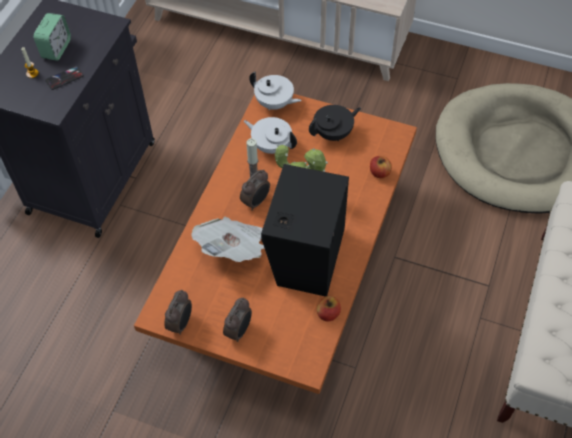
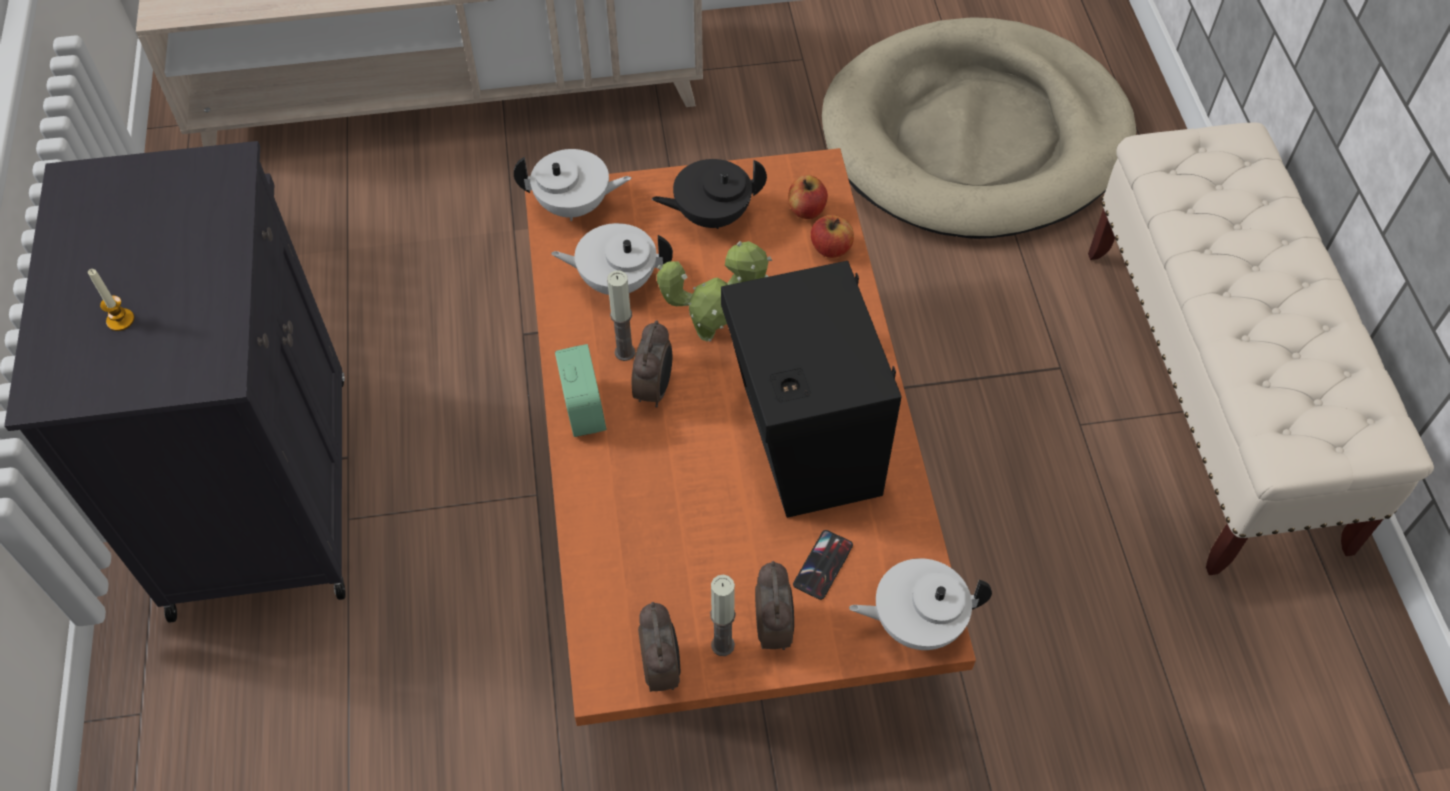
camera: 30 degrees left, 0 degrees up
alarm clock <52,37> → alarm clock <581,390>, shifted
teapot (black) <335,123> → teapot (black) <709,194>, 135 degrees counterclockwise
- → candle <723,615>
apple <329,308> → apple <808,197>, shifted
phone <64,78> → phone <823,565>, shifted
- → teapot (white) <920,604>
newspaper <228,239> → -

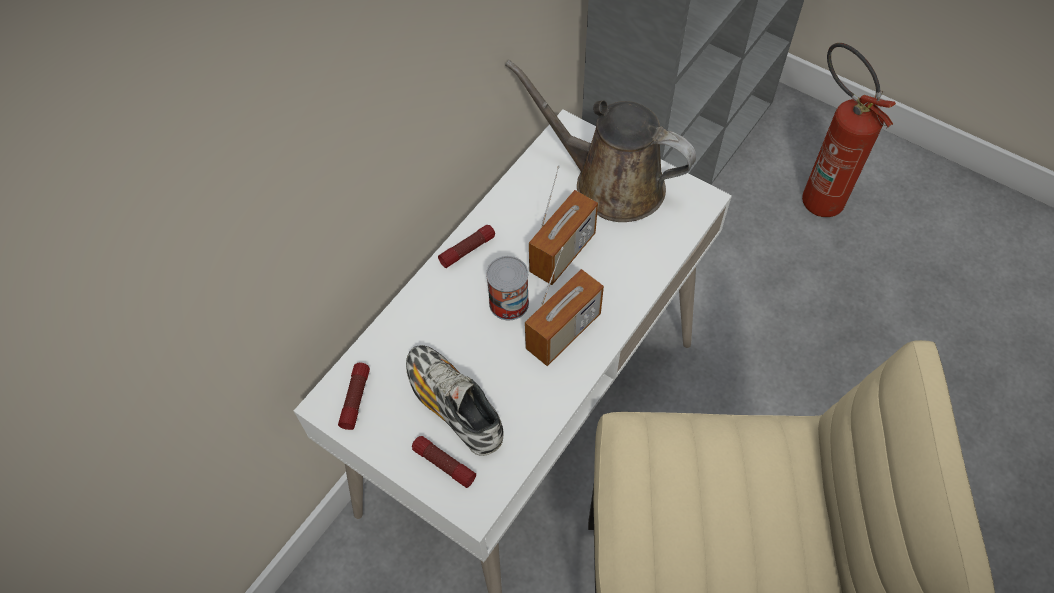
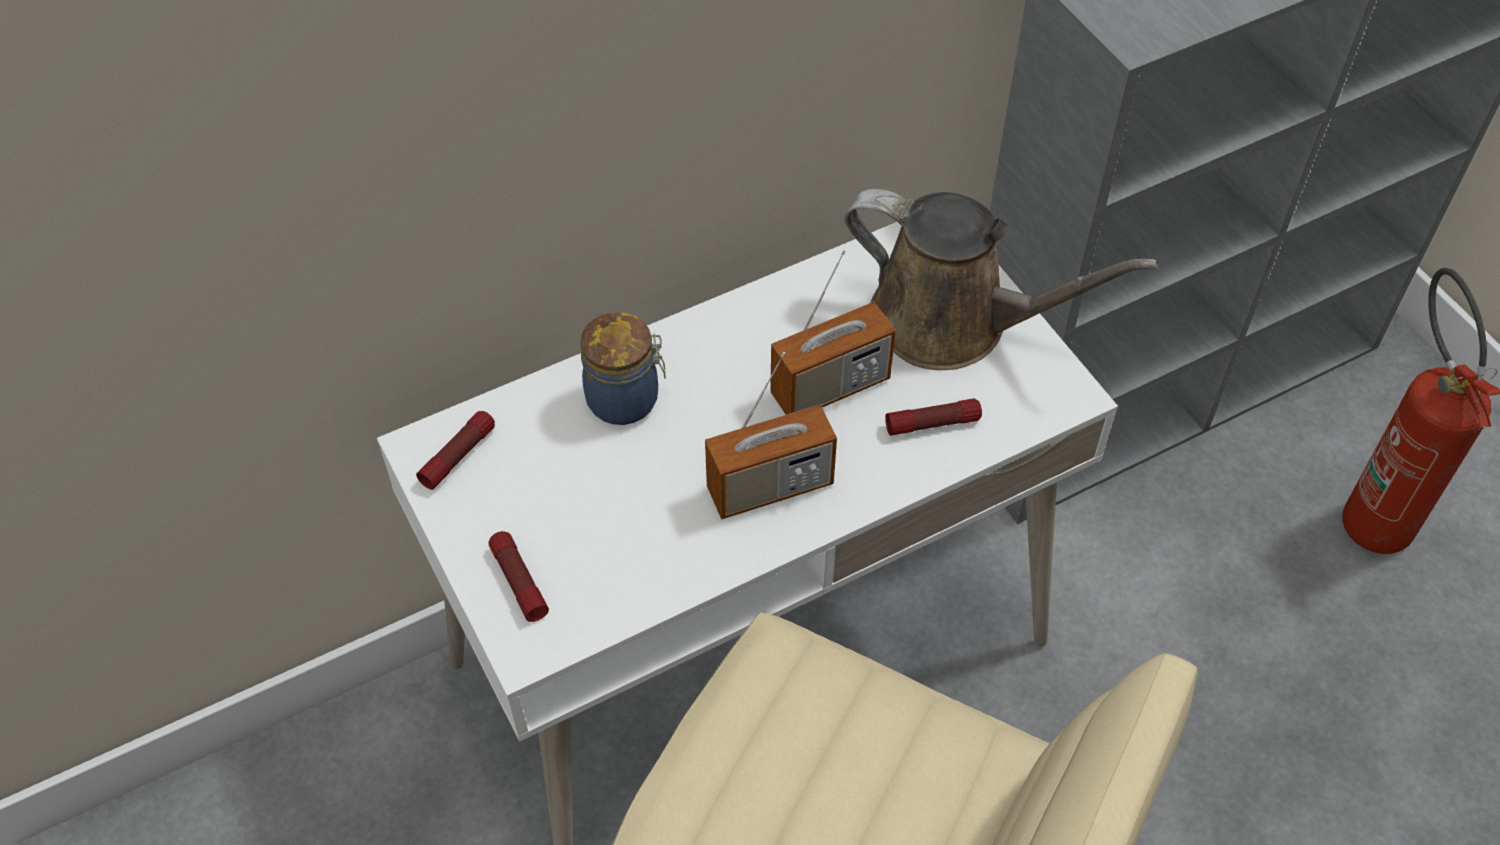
camera: 25 degrees right, 5 degrees down
- → jar <623,368>
watering can (brown) <600,141> → watering can (brown) <1001,279>, 150 degrees clockwise
flashlight <466,246> → flashlight <933,417>, shifted
shoe <455,400> → -
can <507,288> → -

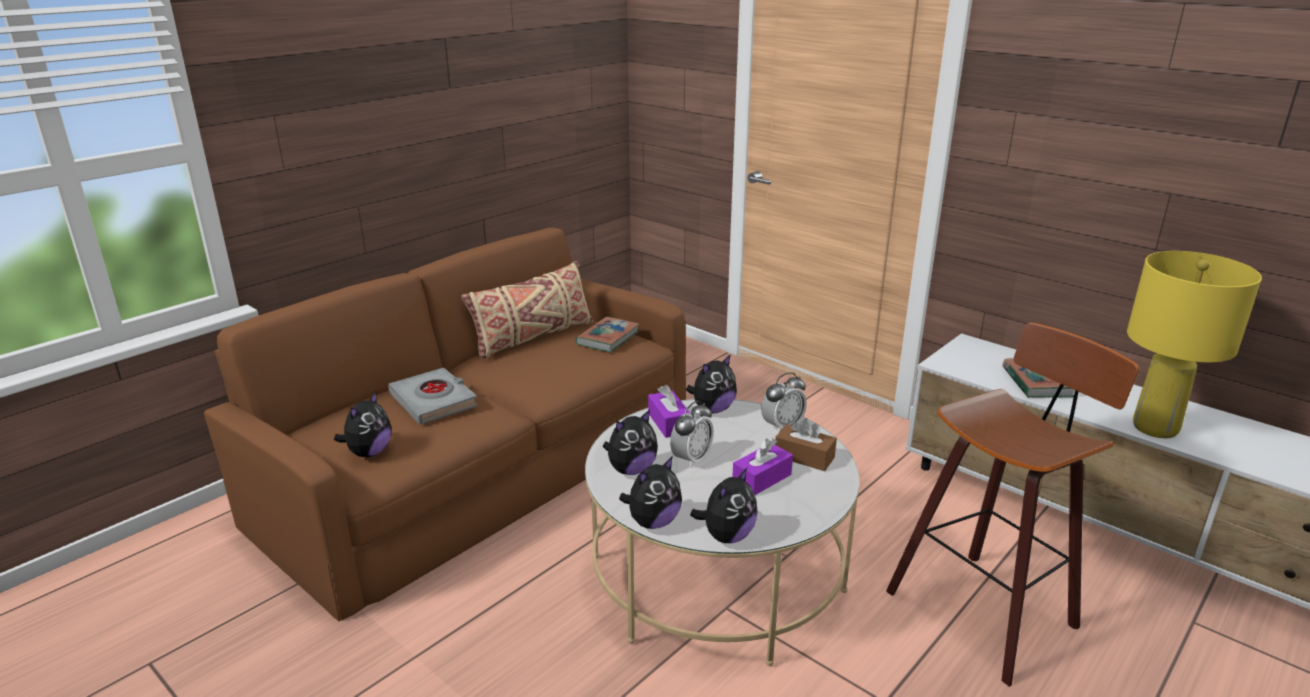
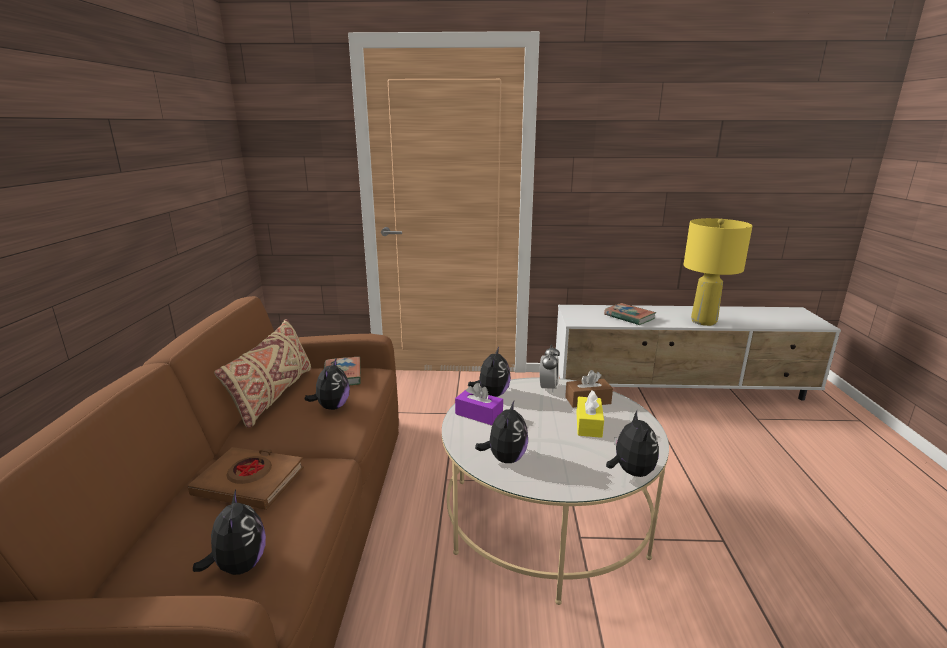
camera: 40 degrees left, 5 degrees down
book (grey) <433,396> → book (brown) <246,478>
plush toy <650,492> → plush toy <327,383>, shifted
tissue box (purple) <762,466> → tissue box (yellow) <590,414>
alarm clock <692,434> → -
stool <1012,505> → -

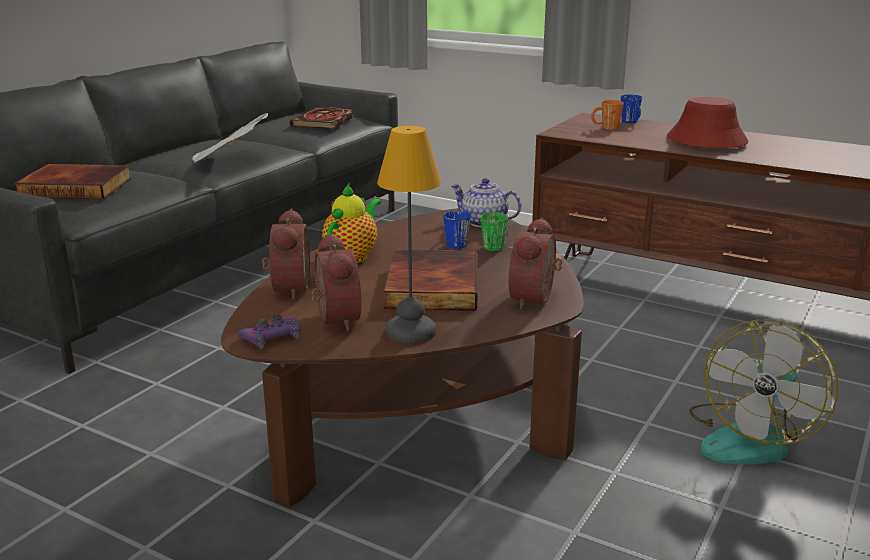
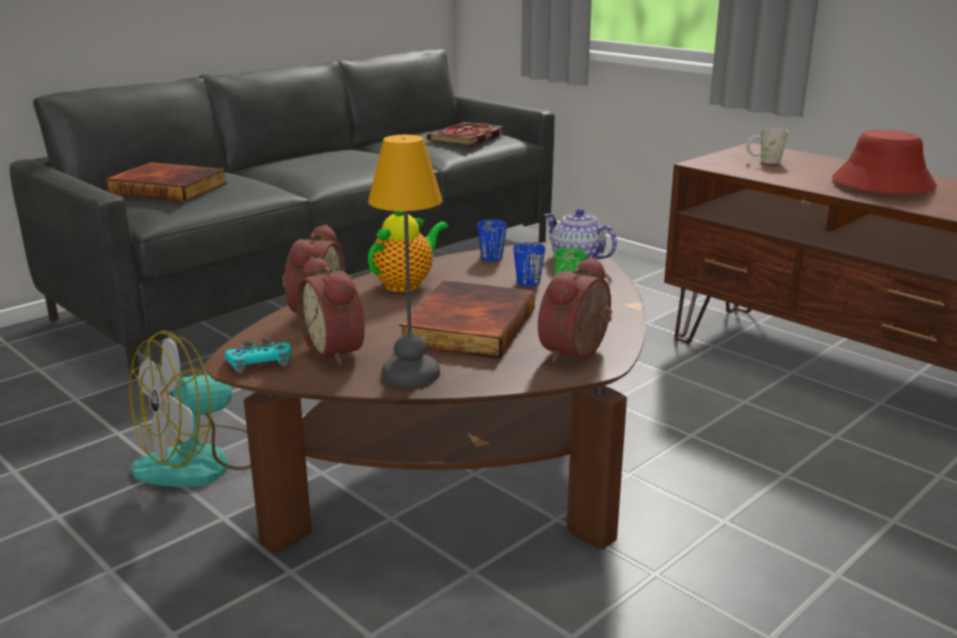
camera: 15 degrees right, 0 degrees up
fan <763,392> → fan <190,408>, shifted
game controller (purple) <270,332> → game controller (turquoise) <258,355>
alarm clock <336,282> → alarm clock <331,310>, 150 degrees clockwise
mug (blue) <631,109> → mug (blue) <492,240>, shifted
mug (orange) <607,115> → mug (white) <767,146>
newspaper <230,138> → -

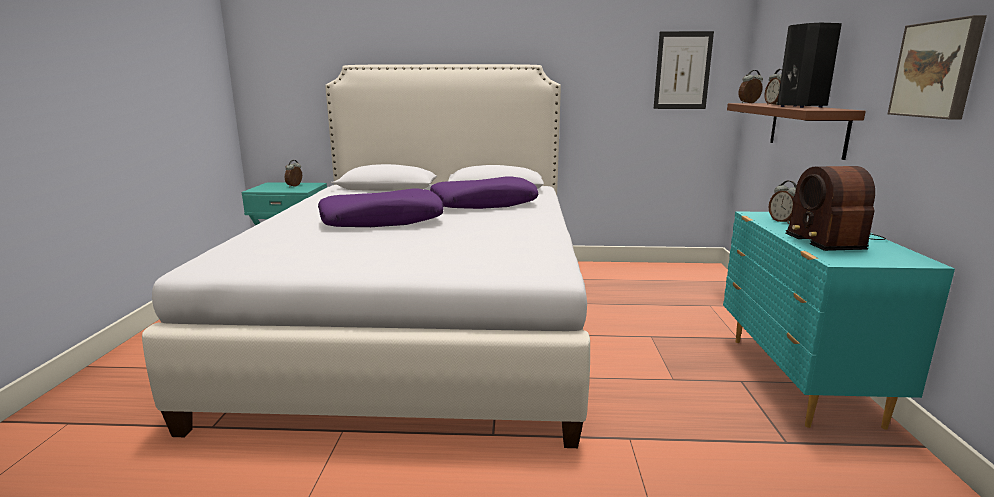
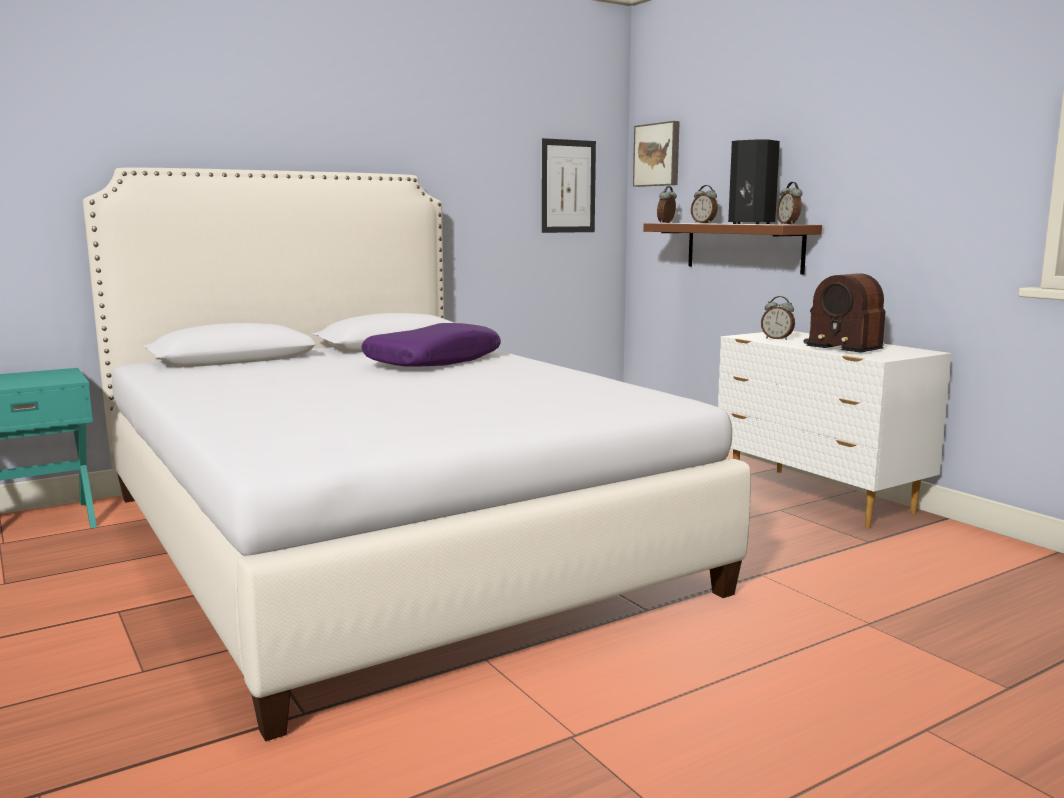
camera: 35 degrees left, 5 degrees down
picture <937,67> → picture <656,154>, shifted
dresser (turquoise) <839,320> → dresser (white) <835,429>
alarm clock <293,173> → alarm clock <789,203>, shifted
pillow (purple) <381,208> → -

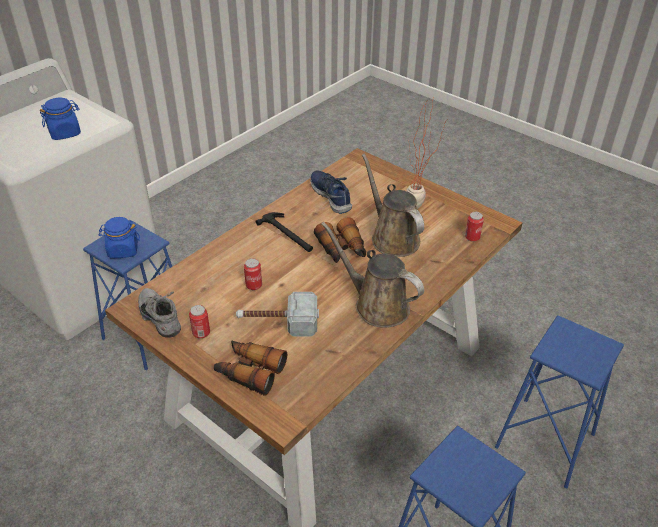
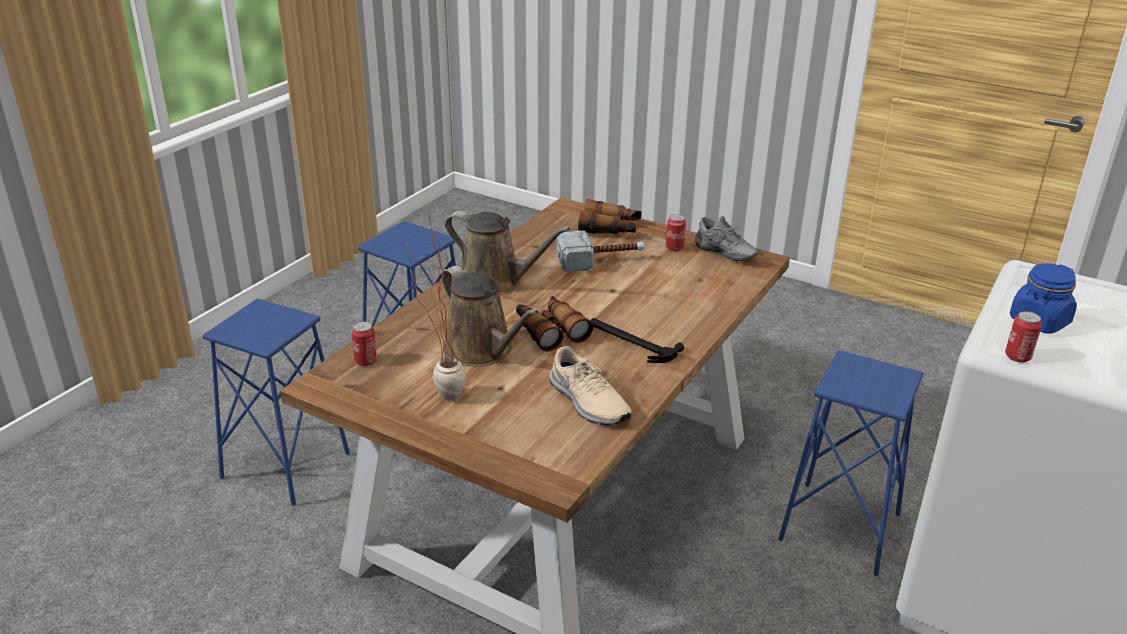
camera: 170 degrees right, 10 degrees down
shoe (blue) <331,192> → shoe (beige) <590,385>
can <253,274> → can <1023,337>, shifted
jar (blue) <119,238> → -

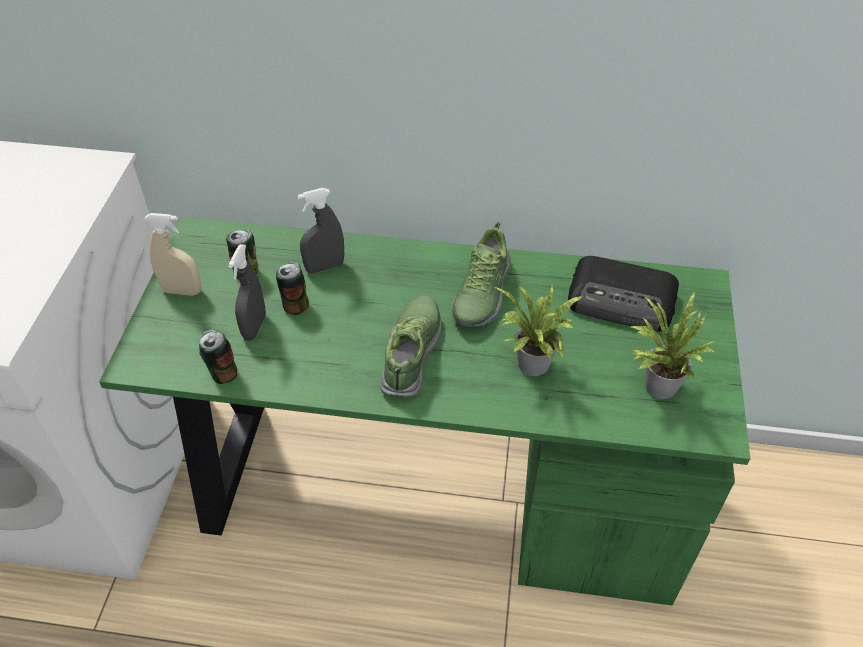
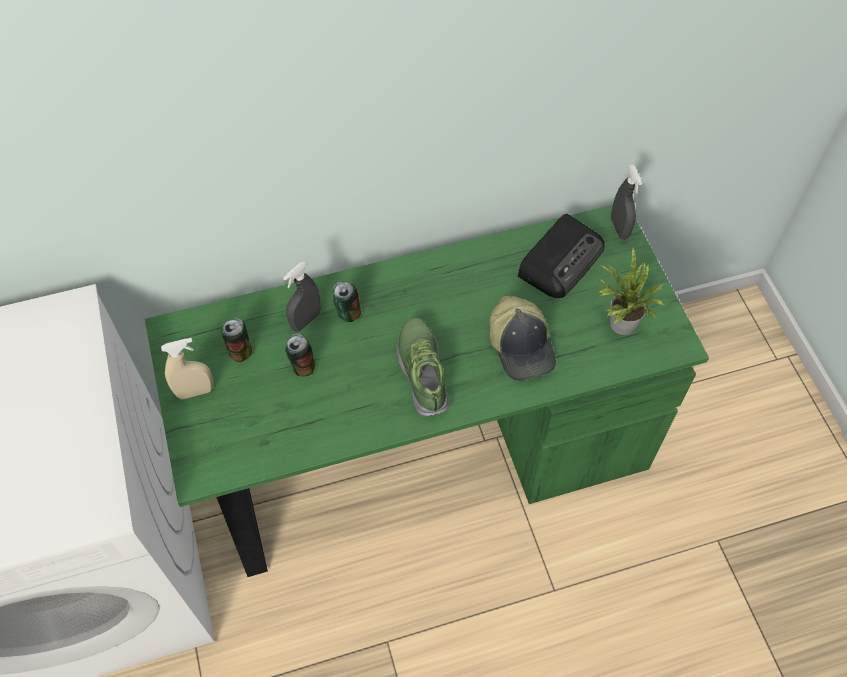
camera: 25 degrees left, 10 degrees up
can <218,356> → can <347,301>, shifted
potted plant <539,330> → cap <522,338>
radio <623,294> → radio <561,256>, 45 degrees counterclockwise
spray bottle (grey) <247,292> → spray bottle (grey) <626,202>, shifted
shoe <481,274> → -

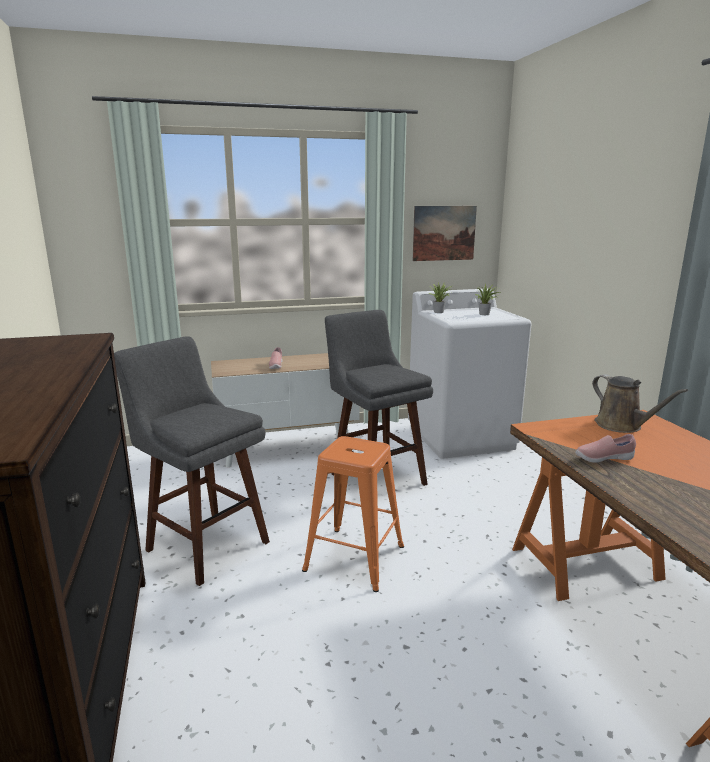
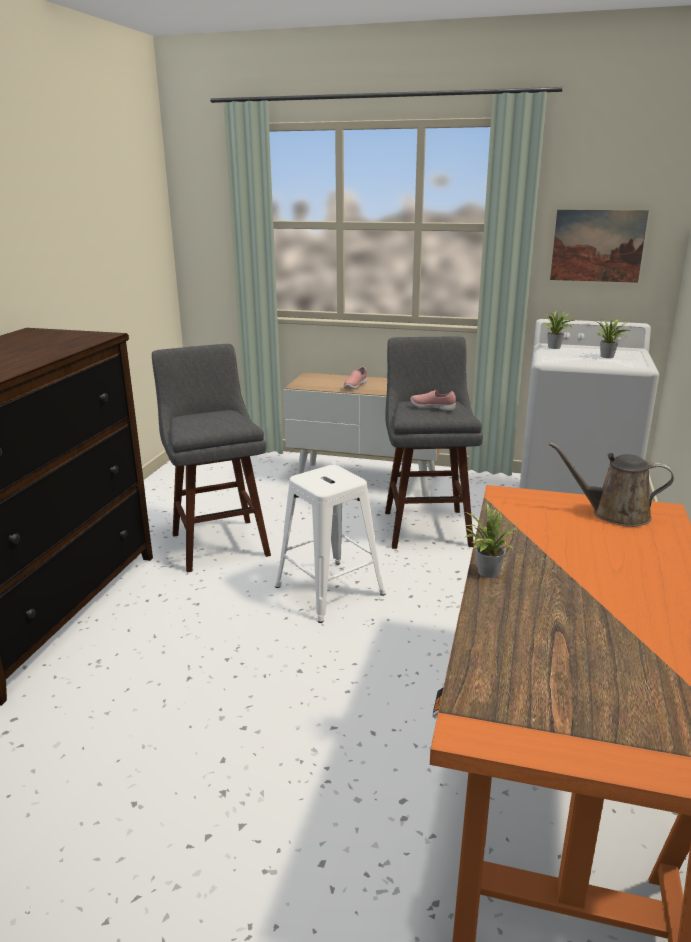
camera: 30 degrees right, 5 degrees up
stool (orange) <353,514> → stool (white) <330,544>
shoe (pink) <605,448> → shoe (pink) <433,400>, shifted
- → potted plant <489,541>
watering can (brown) <640,403> → watering can (brown) <611,484>, 105 degrees clockwise

